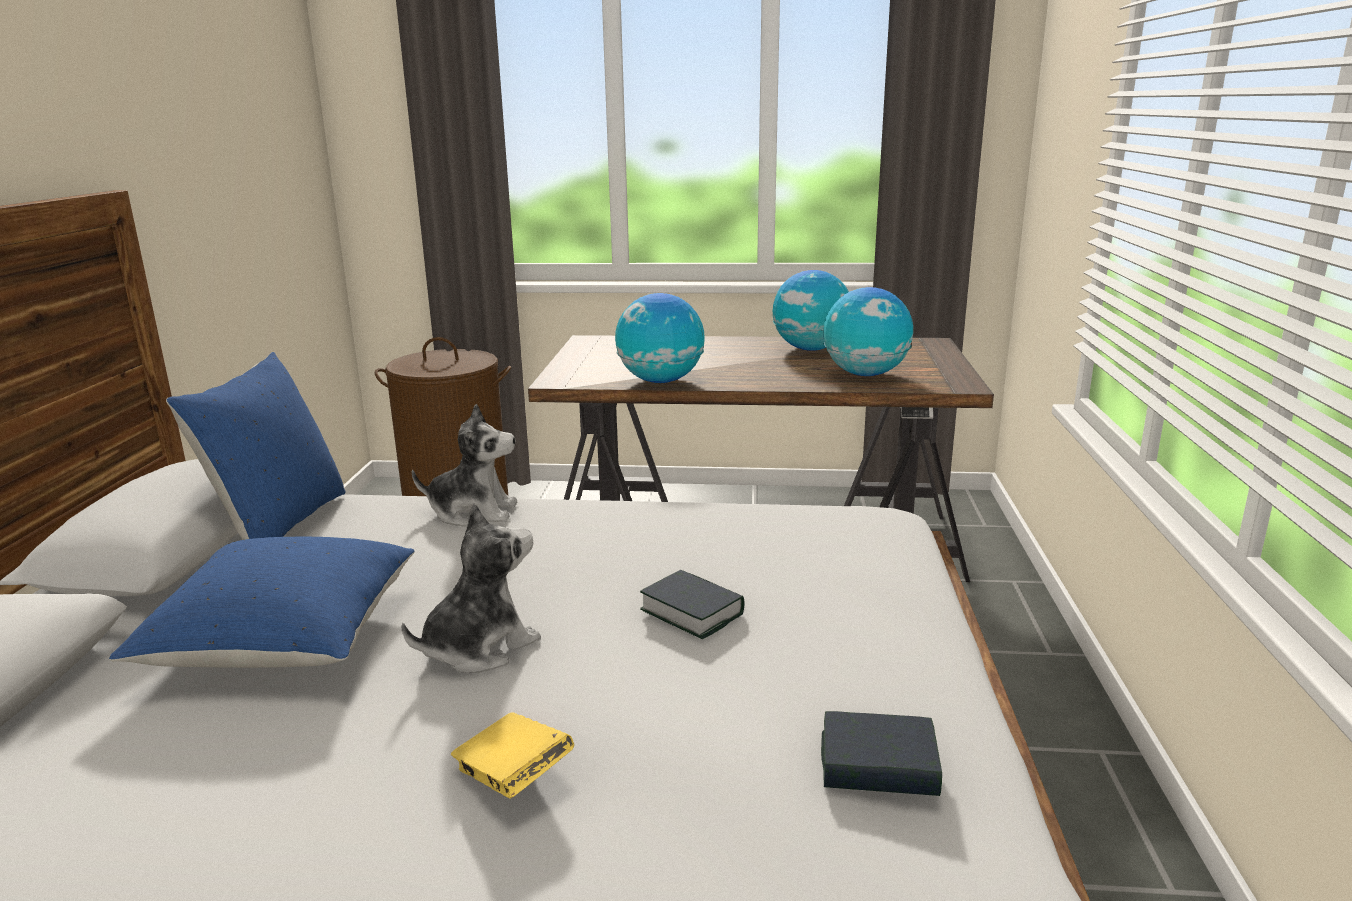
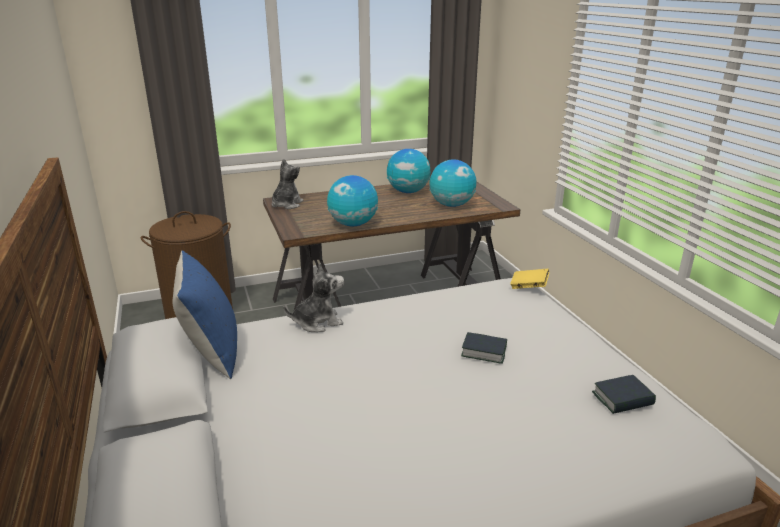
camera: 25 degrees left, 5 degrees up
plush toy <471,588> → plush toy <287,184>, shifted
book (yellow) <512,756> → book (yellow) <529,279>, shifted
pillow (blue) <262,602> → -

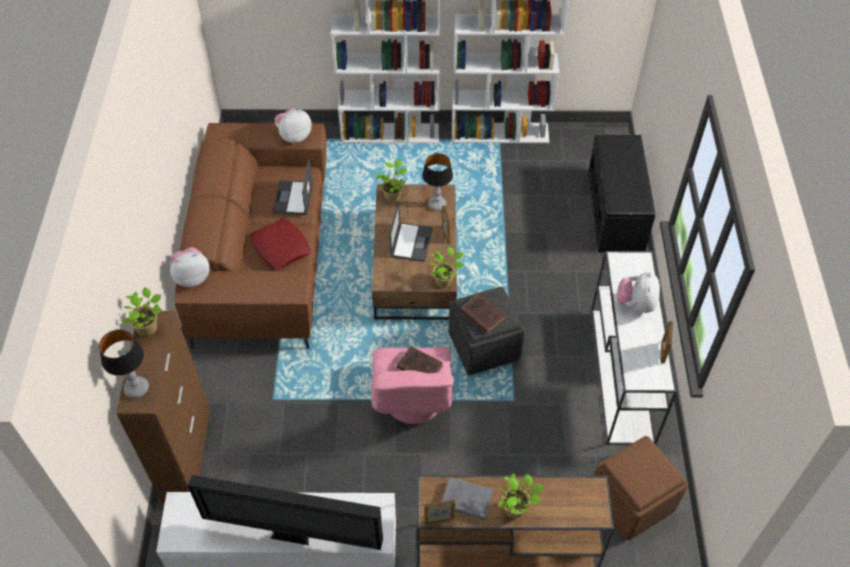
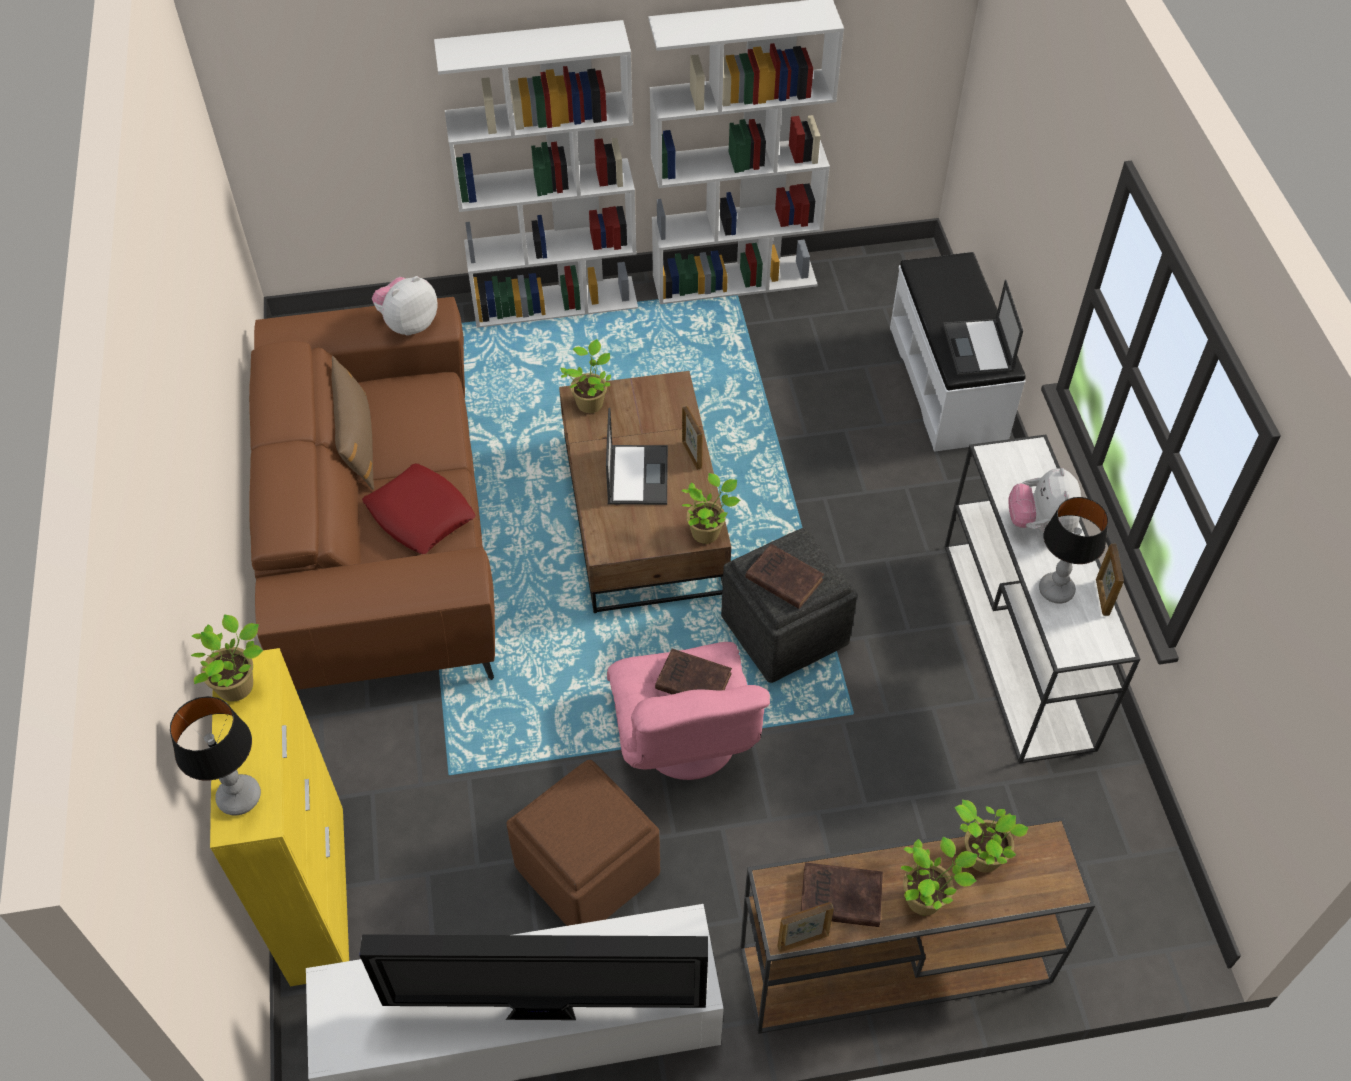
camera: 10 degrees left, 0 degrees up
cabinet (brown) <163,407> → cabinet (yellow) <279,817>
- → pillow (brown) <352,423>
ottoman (brown) <641,488> → ottoman (brown) <583,843>, shifted
book (grey) <467,498> → book (brown) <842,894>
bench (black) <621,194> → bench (white) <958,352>
laptop <293,187> → laptop <983,327>, shifted
- → potted plant <992,836>
table lamp <437,182> → table lamp <1073,550>, shifted
plush toy <190,267> → -

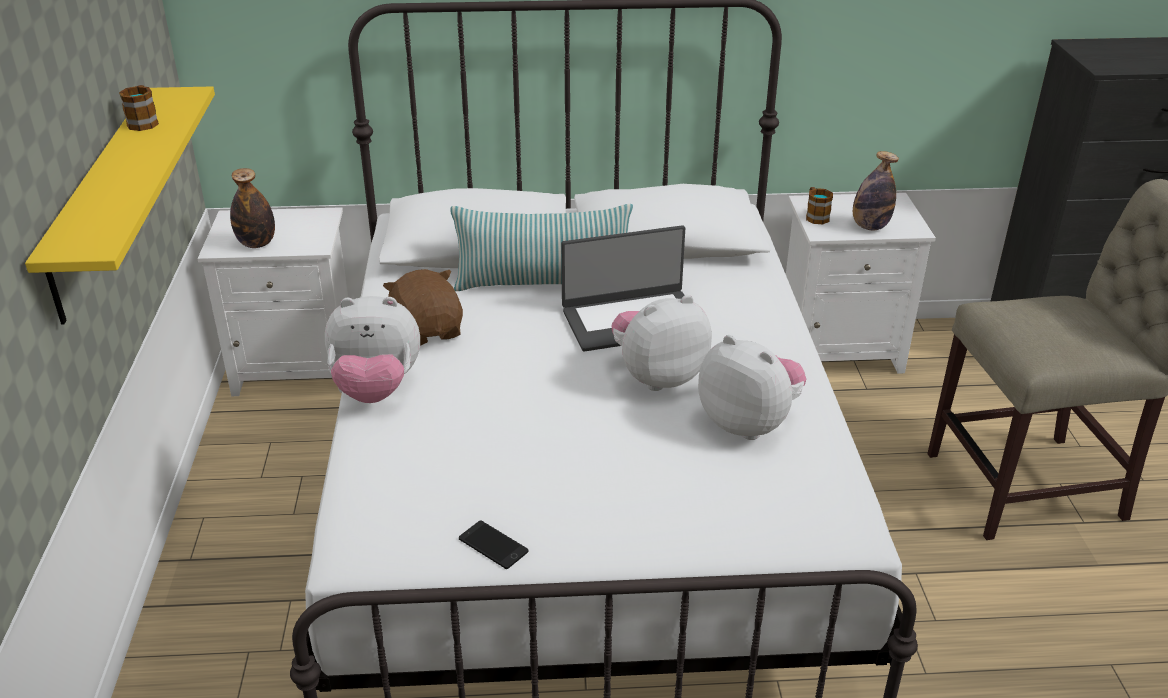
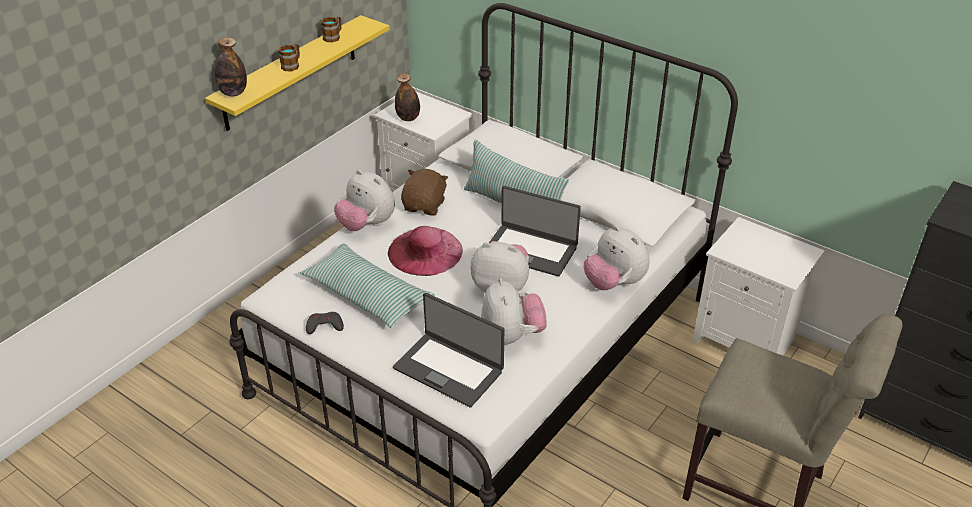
camera: 40 degrees right, 5 degrees up
bottle <876,190> → bottle <231,66>, shifted
mug <819,205> → mug <289,57>, shifted
- → pillow <367,285>
phone <493,545> → game controller (grey) <325,323>
- → hat (pink) <425,251>
- → laptop <448,350>
- → plush toy <616,257>

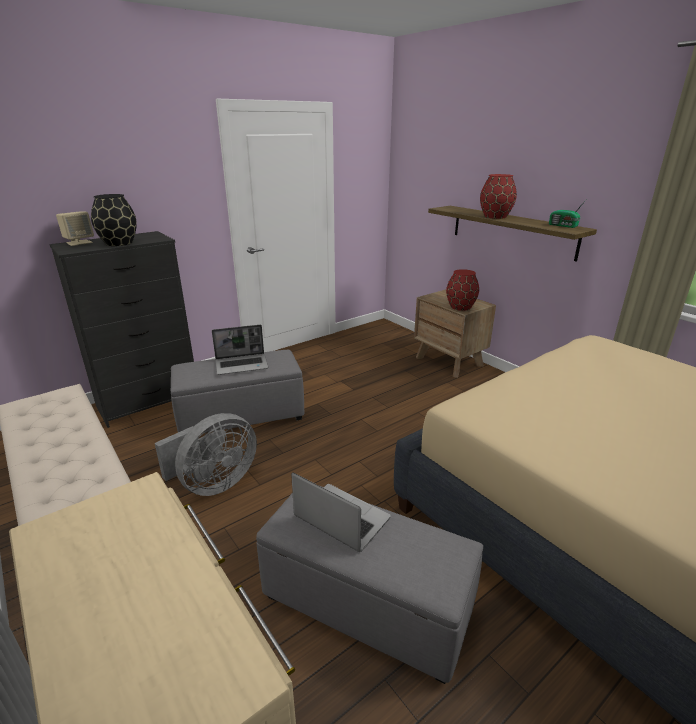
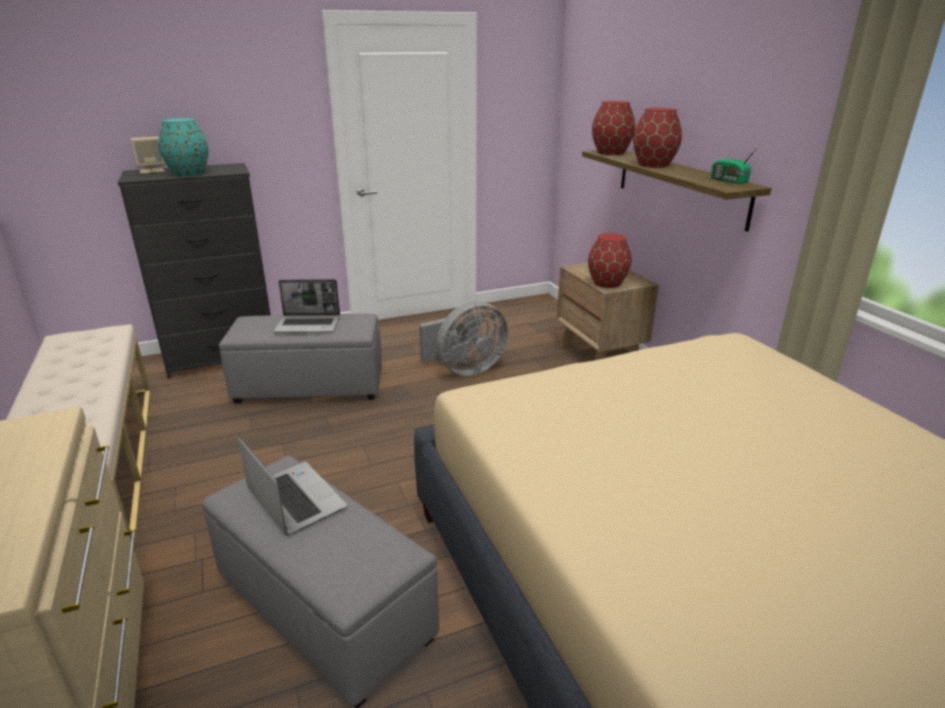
camera: 15 degrees right, 0 degrees up
vase (black) <114,220> → vase (turquoise) <183,147>
fan (grey) <206,454> → fan (grey) <463,338>, shifted
- → vase (red) <613,128>

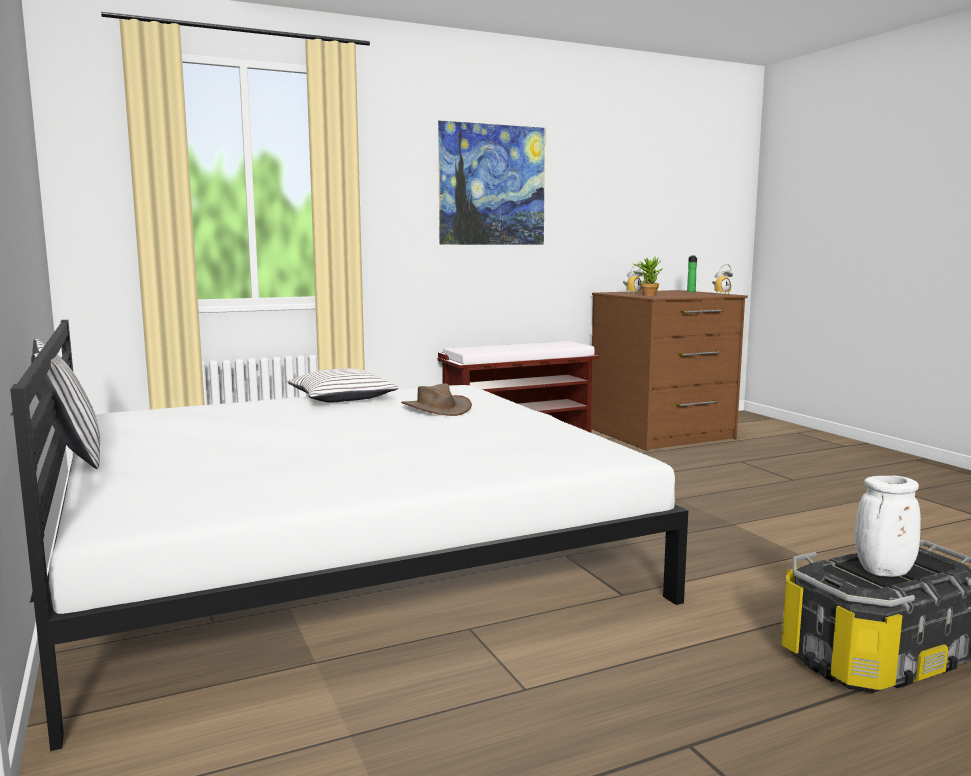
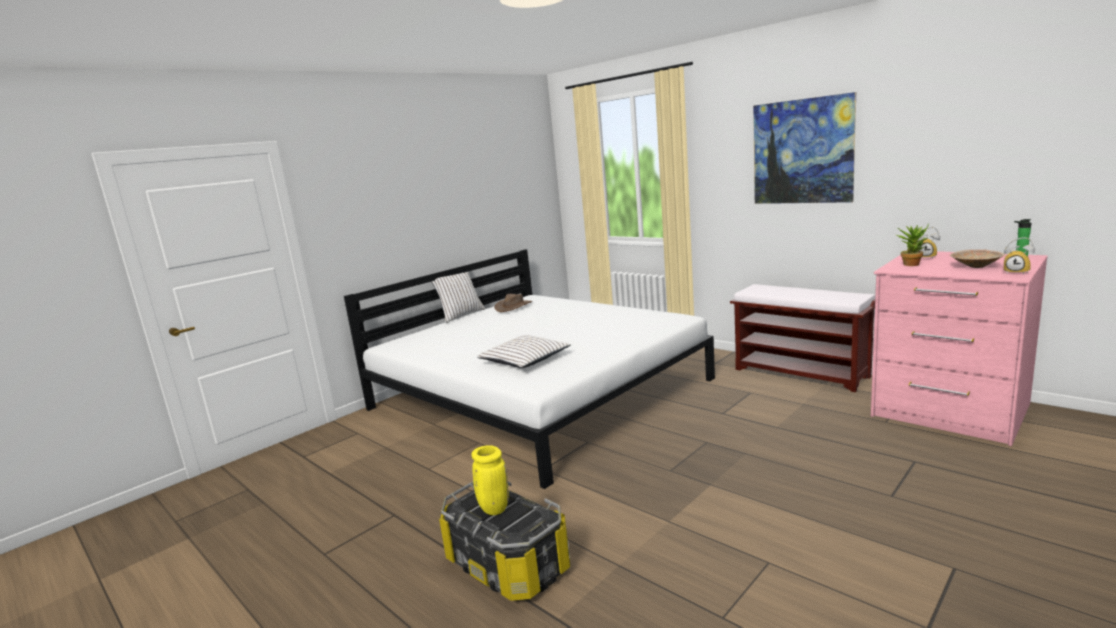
camera: 70 degrees right, 5 degrees up
vase (white) <887,526> → vase (yellow) <490,480>
pillow (white) <342,385> → pillow (white) <524,351>, shifted
hat (brown) <436,400> → hat (brown) <513,303>, shifted
dresser (brown) <669,370> → dresser (pink) <959,348>
- → bowl (beige) <977,258>

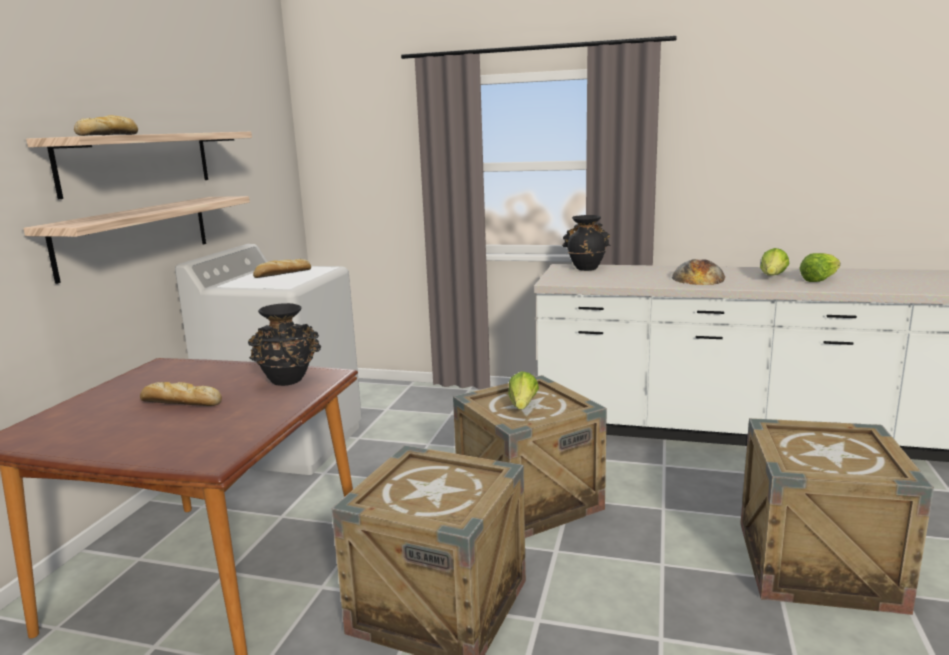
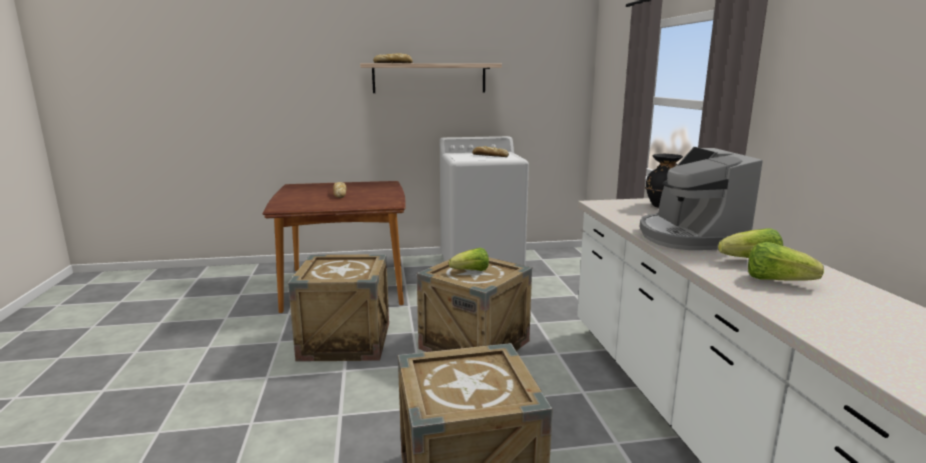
camera: 65 degrees right, 0 degrees up
bread <698,272> → coffee machine <701,198>
shelf <136,240> → -
vase (black) <284,344> → -

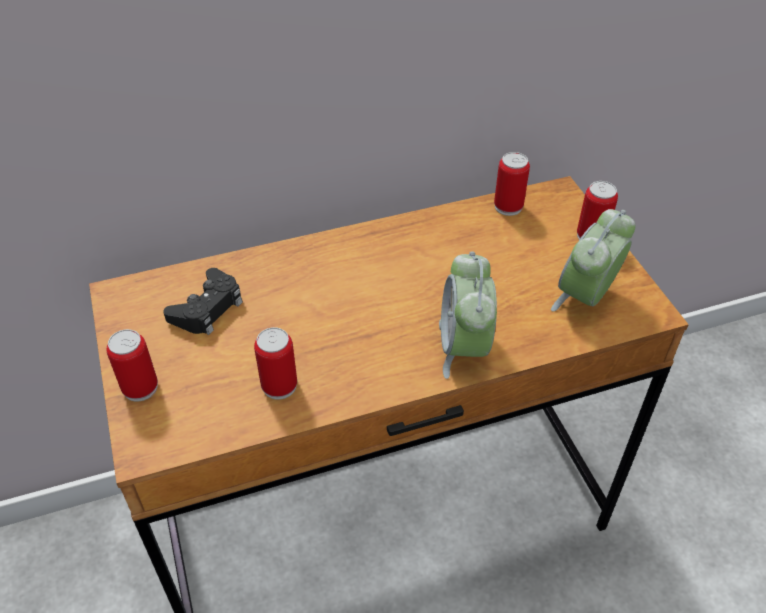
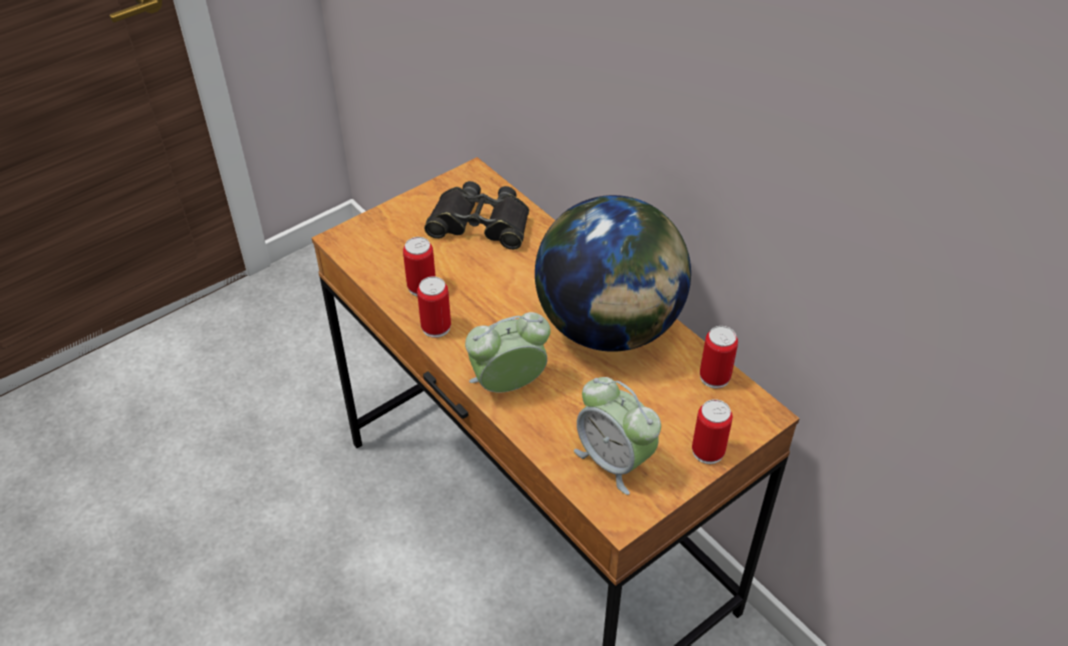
camera: 70 degrees right, 0 degrees up
can <132,365> → can <434,307>, shifted
game controller (black) <203,301> → binoculars (black) <476,215>
- → globe <613,273>
alarm clock <593,260> → alarm clock <617,436>, 150 degrees counterclockwise

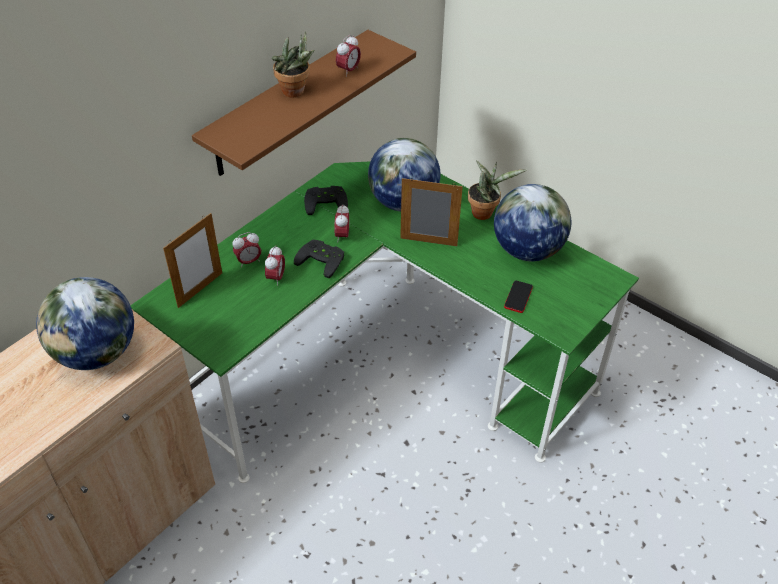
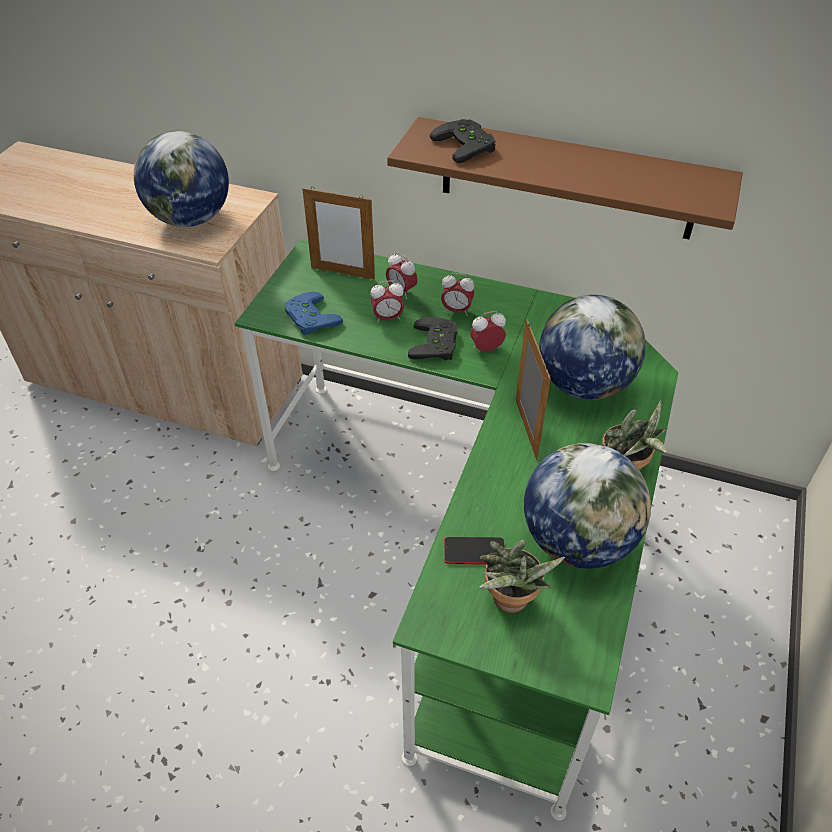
camera: 70 degrees right, 0 degrees up
- → game controller (blue) <314,313>
game controller (black) <326,200> → game controller (black) <463,141>, shifted
alarm clock <348,56> → alarm clock <457,294>, shifted
potted plant <293,64> → potted plant <522,576>, shifted

